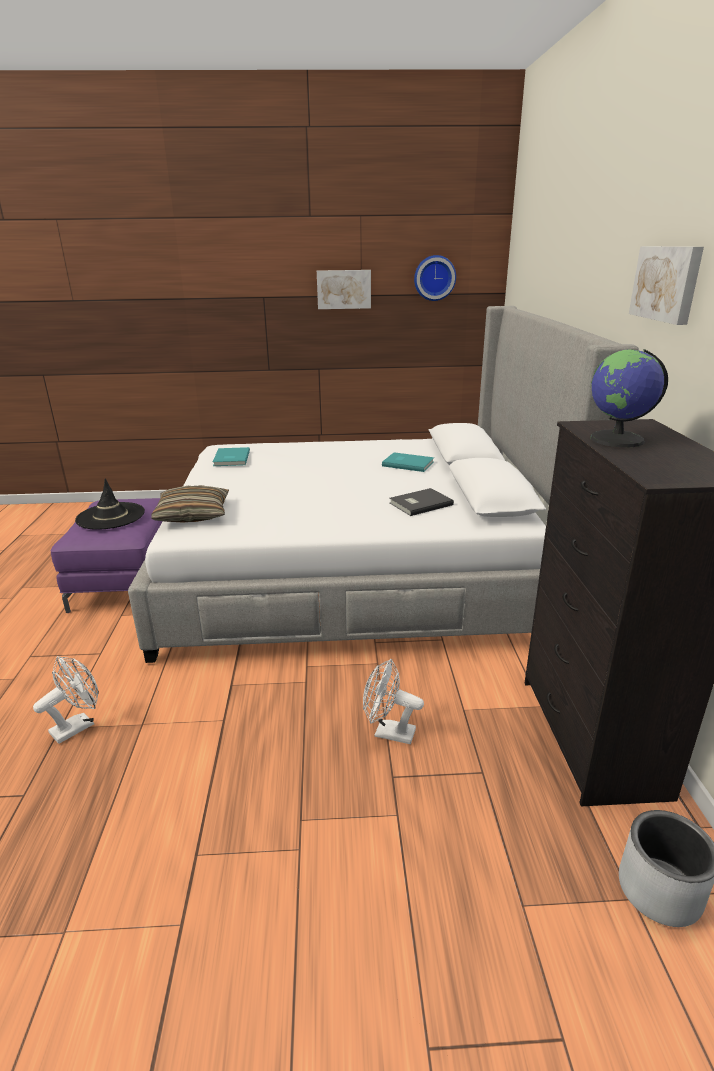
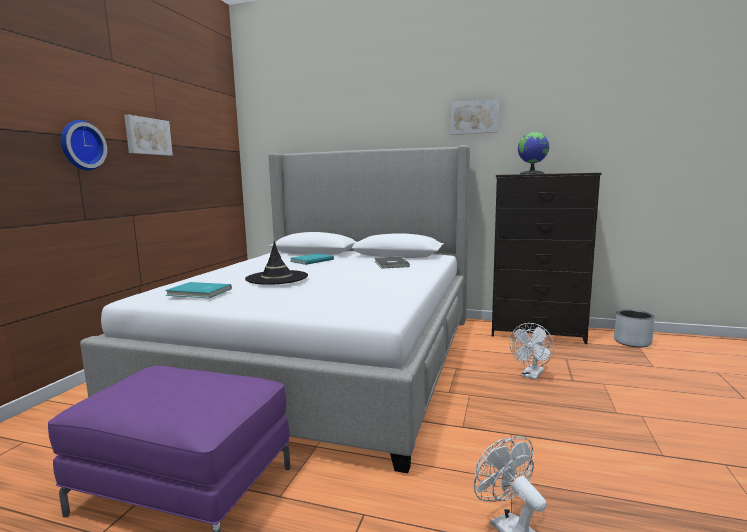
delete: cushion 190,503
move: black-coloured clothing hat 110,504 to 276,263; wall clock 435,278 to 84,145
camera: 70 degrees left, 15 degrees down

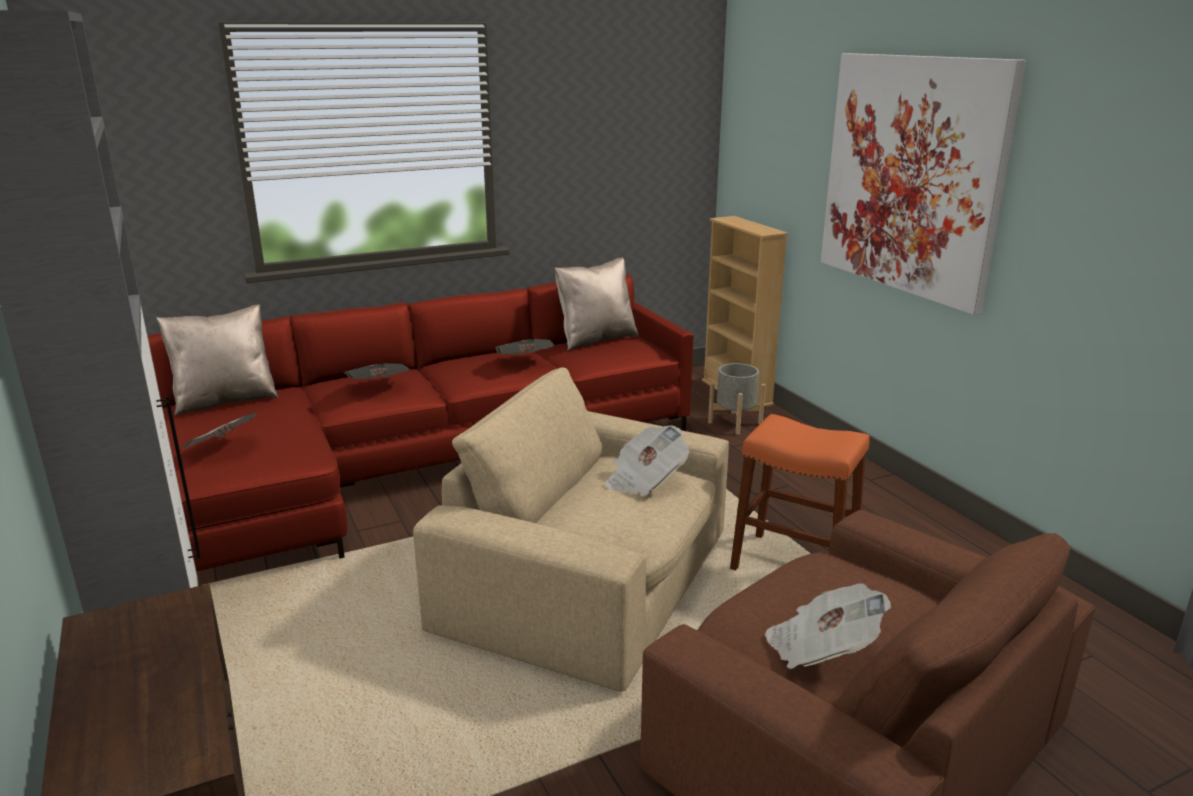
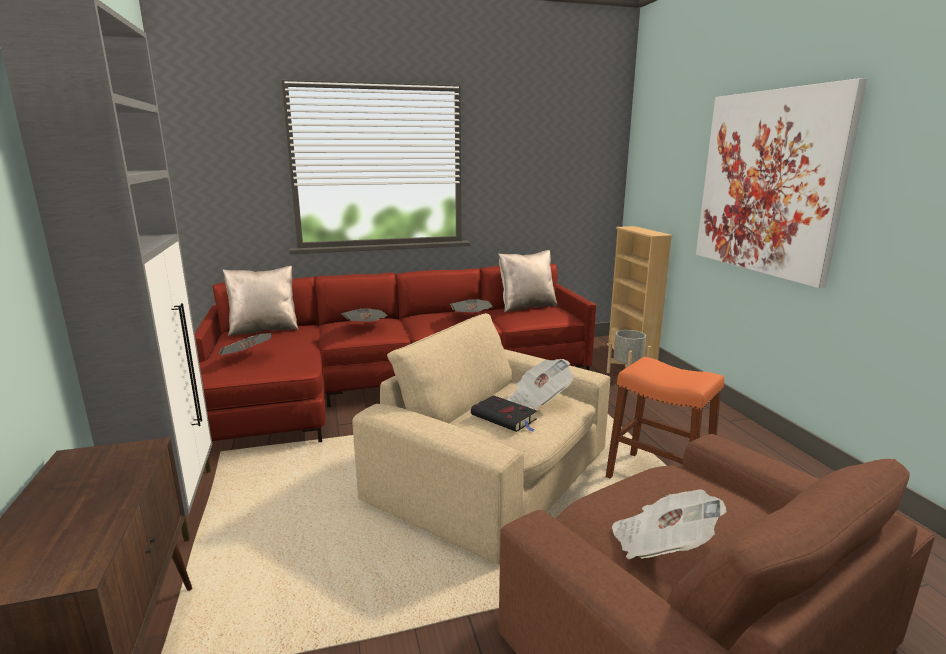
insert: black-coloured volume 504,413
camera: 10 degrees right, 5 degrees down

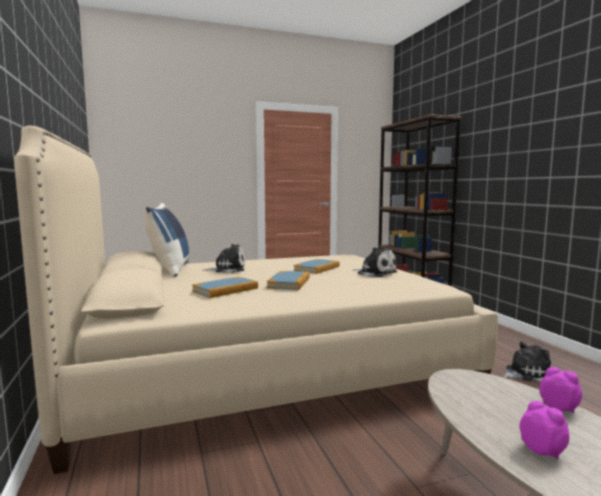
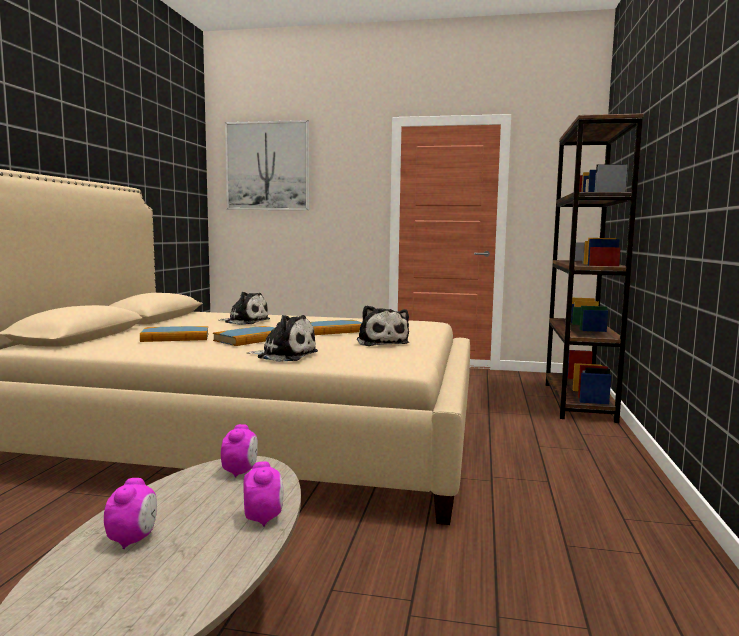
delete: bluish cushion 167,240
insert: bedside clock 239,451; picture 267,165
move: soft toy 526,361 to 282,338
camera: 30 degrees right, 0 degrees up

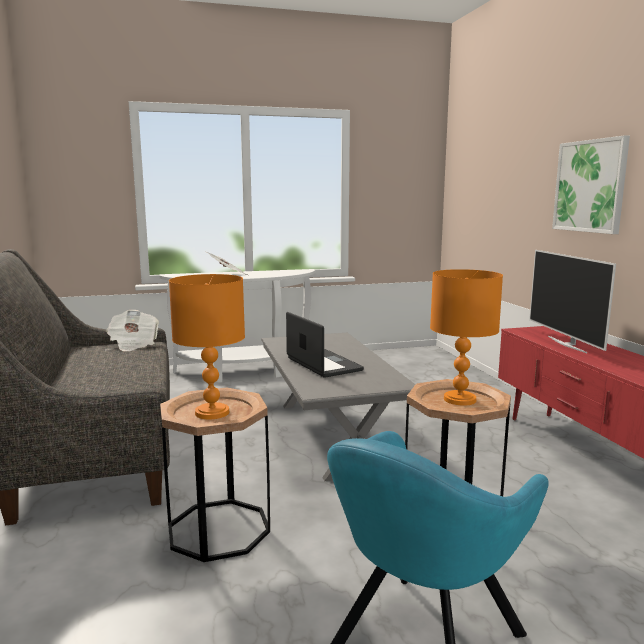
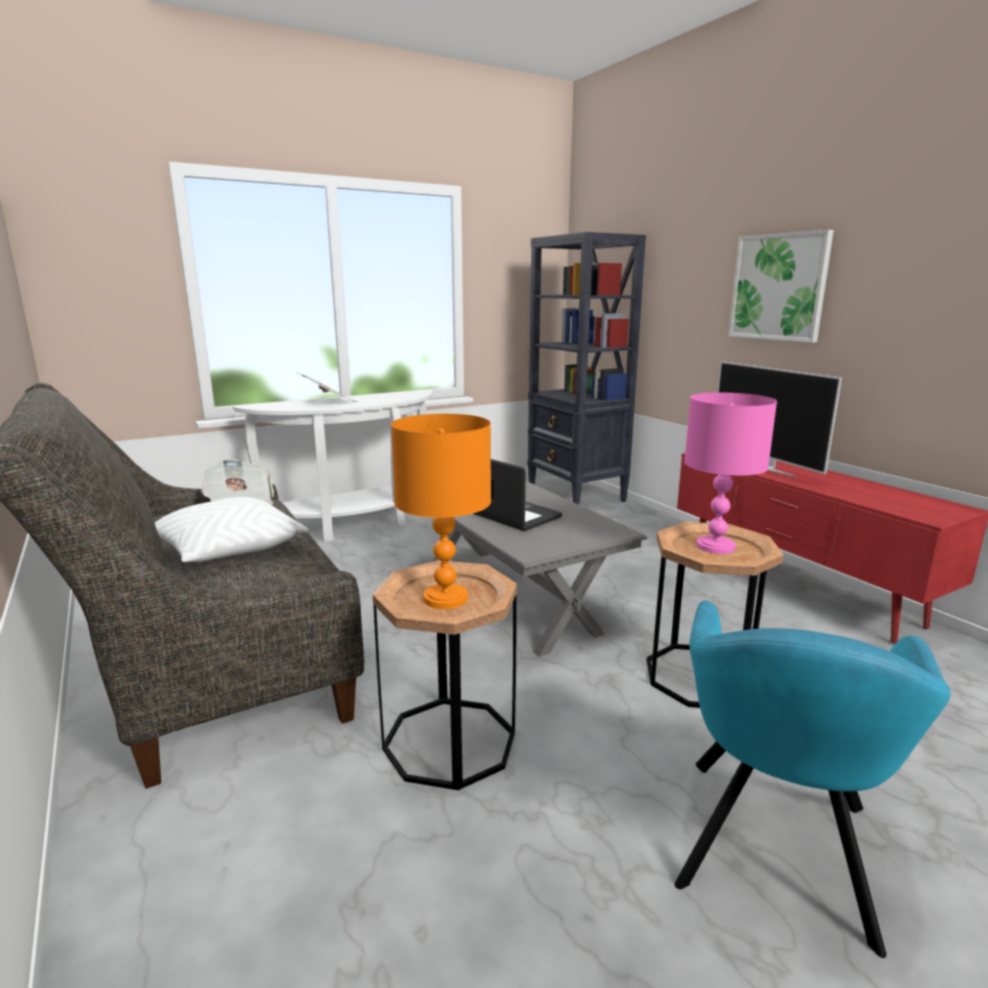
insert: white-coloured cushion 232,530; black-coloured bookcase 586,368
recolor: orangey table lamp 466,337 to pink table lamp 730,473
camera: 15 degrees left, 5 degrees up

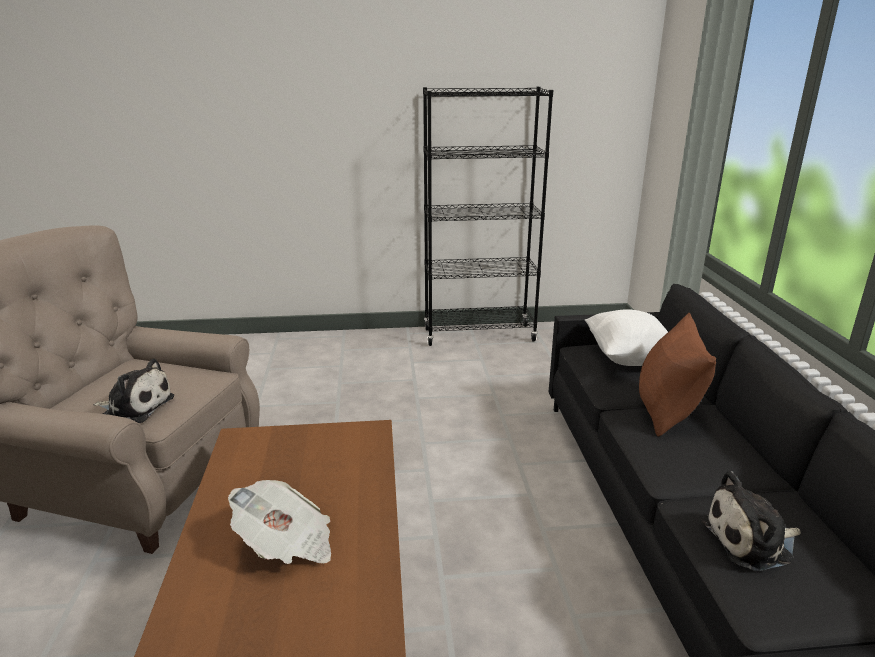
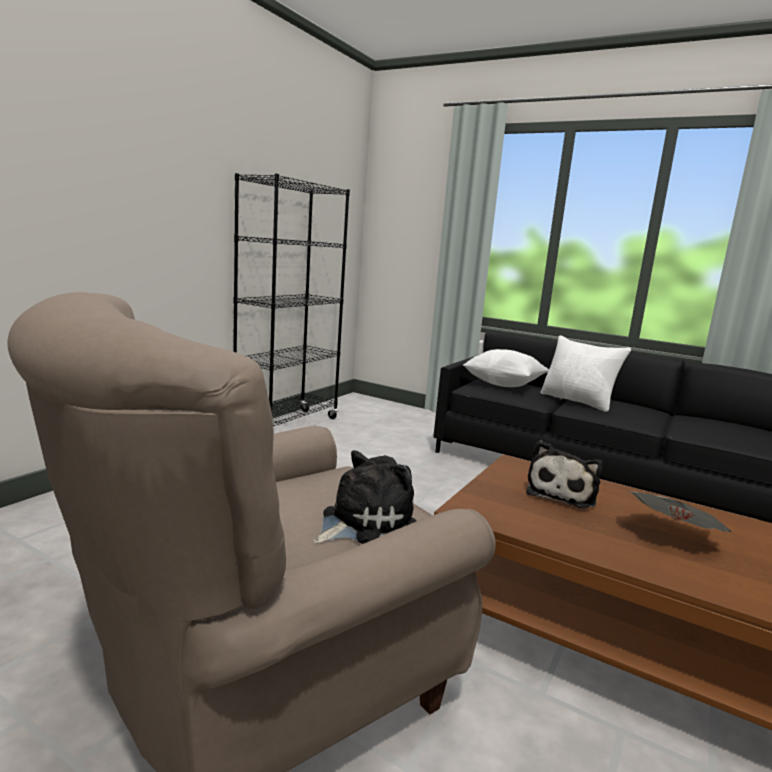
move: soft toy 751,521 to 564,474
recolor: brown cushion 677,375 to white-coloured cushion 585,373
camera: 55 degrees left, 10 degrees down

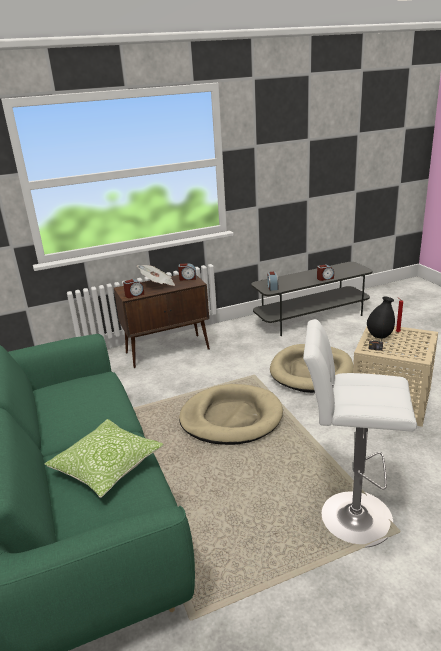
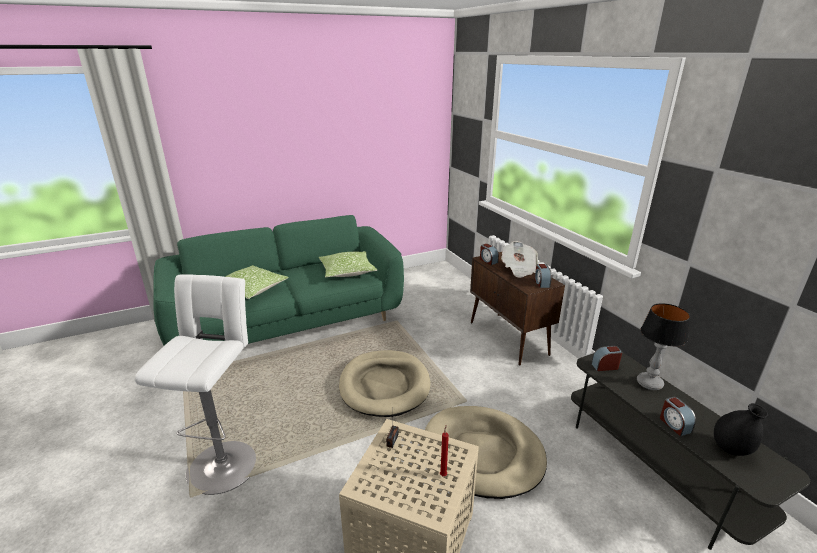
insert: cushion 348,264; table lamp 663,346
move: black-coloured flower vase 381,317 to 741,429
camera: 85 degrees right, 0 degrees up

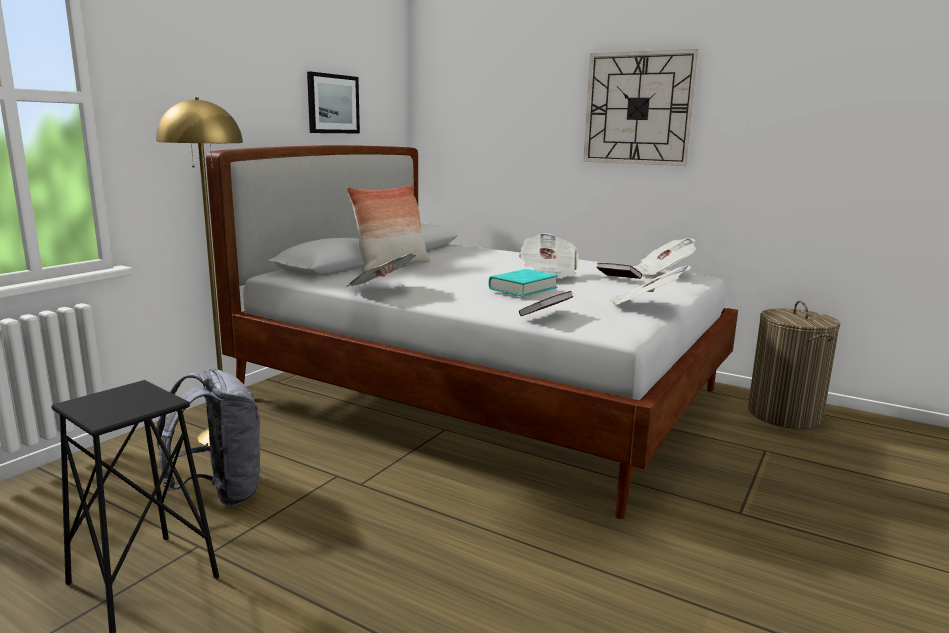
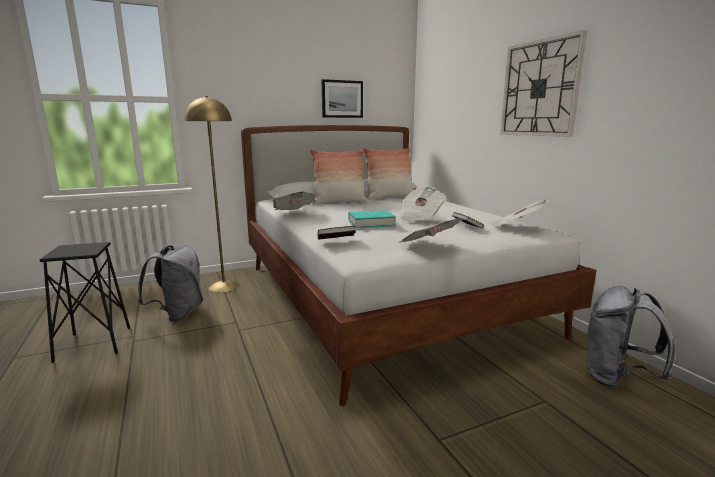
insert: cushion 388,174
replace: washing basket 794,364 to greyish backpack 631,337
camera: 35 degrees right, 0 degrees up

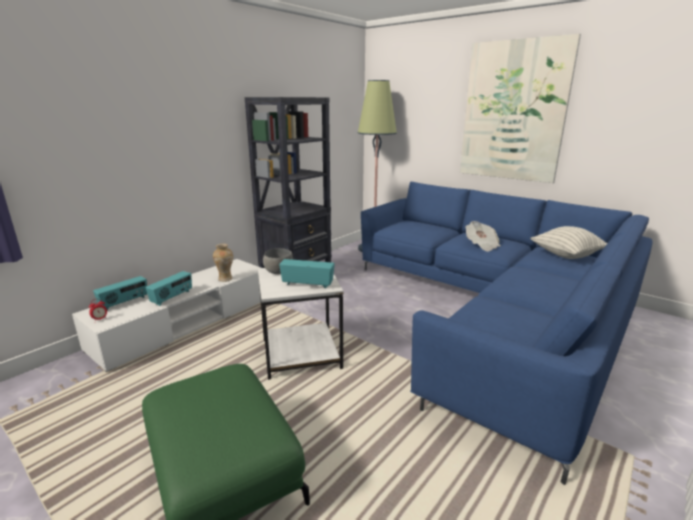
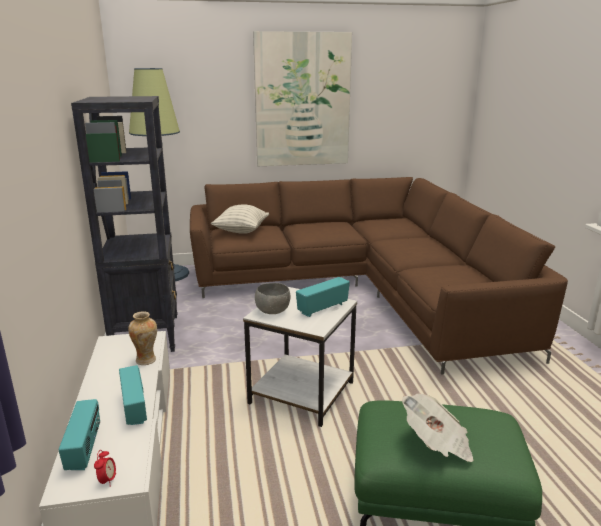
move: daily paper 483,236 to 438,427; cushion 569,242 to 240,219
recolor: bluish sofa 506,333 to brown sofa 379,275
camera: 50 degrees left, 0 degrees up

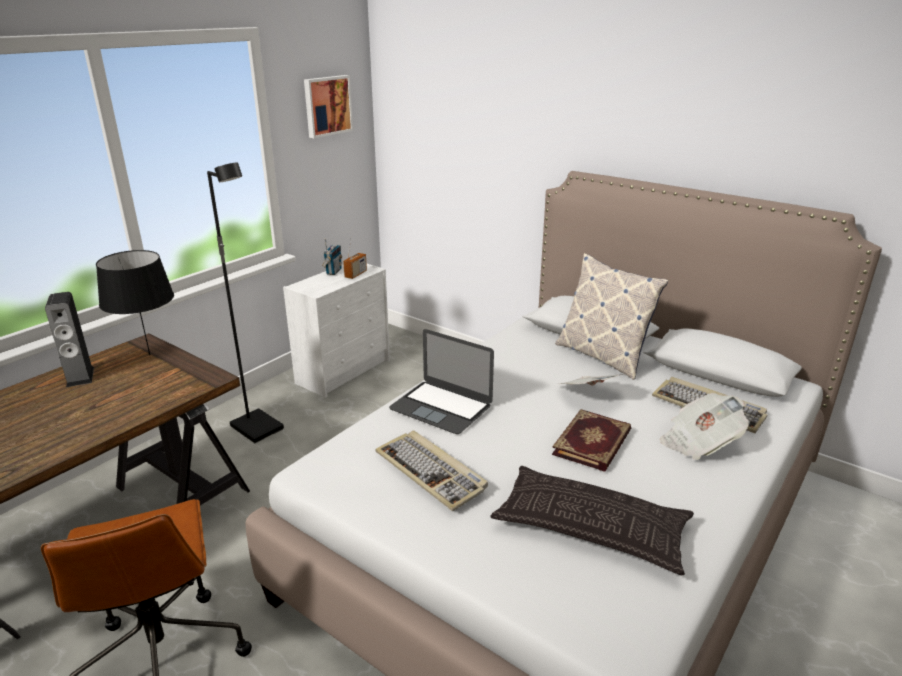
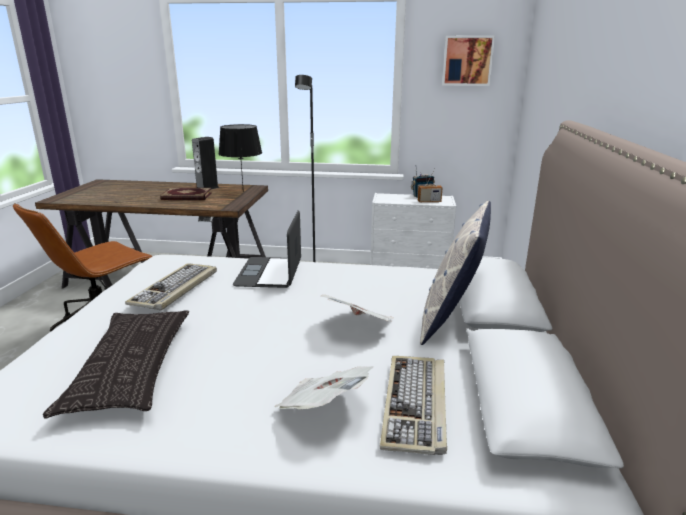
move: volume 591,440 to 186,194
camera: 60 degrees right, 5 degrees down

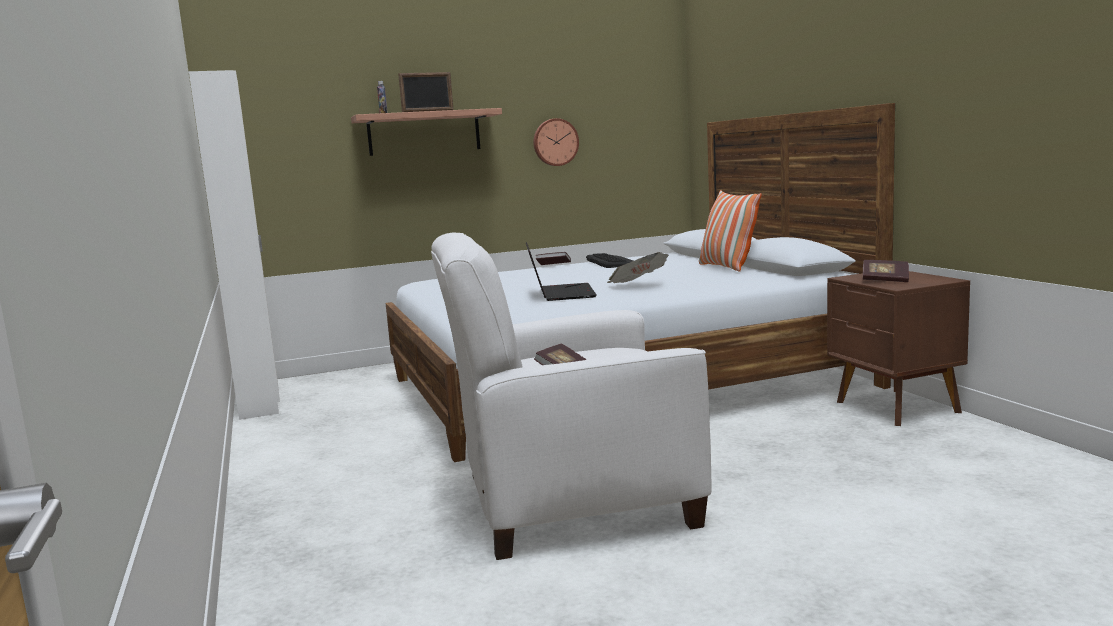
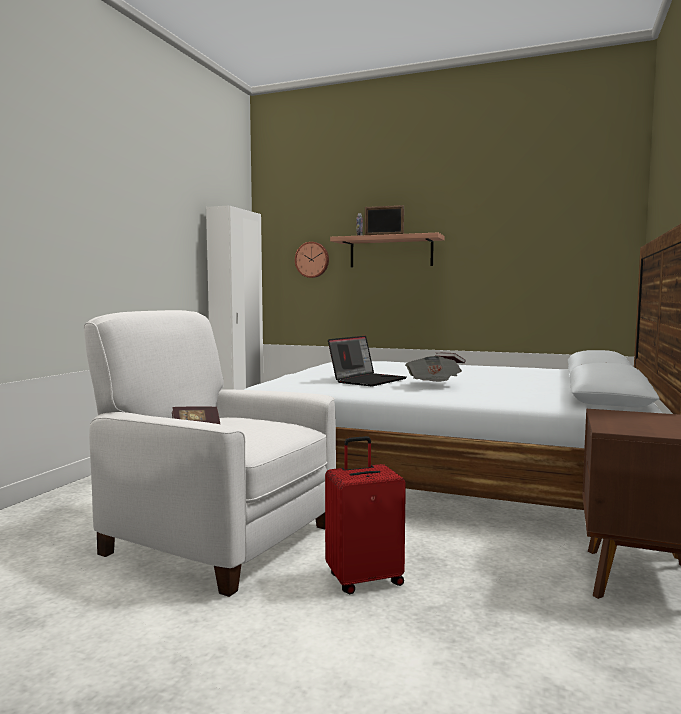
delete: computer keyboard 609,260; cushion 730,231; volume 886,271
insert: reddish travel case 365,515
move: wall clock 556,142 to 312,260
camera: 40 degrees right, 5 degrees down

